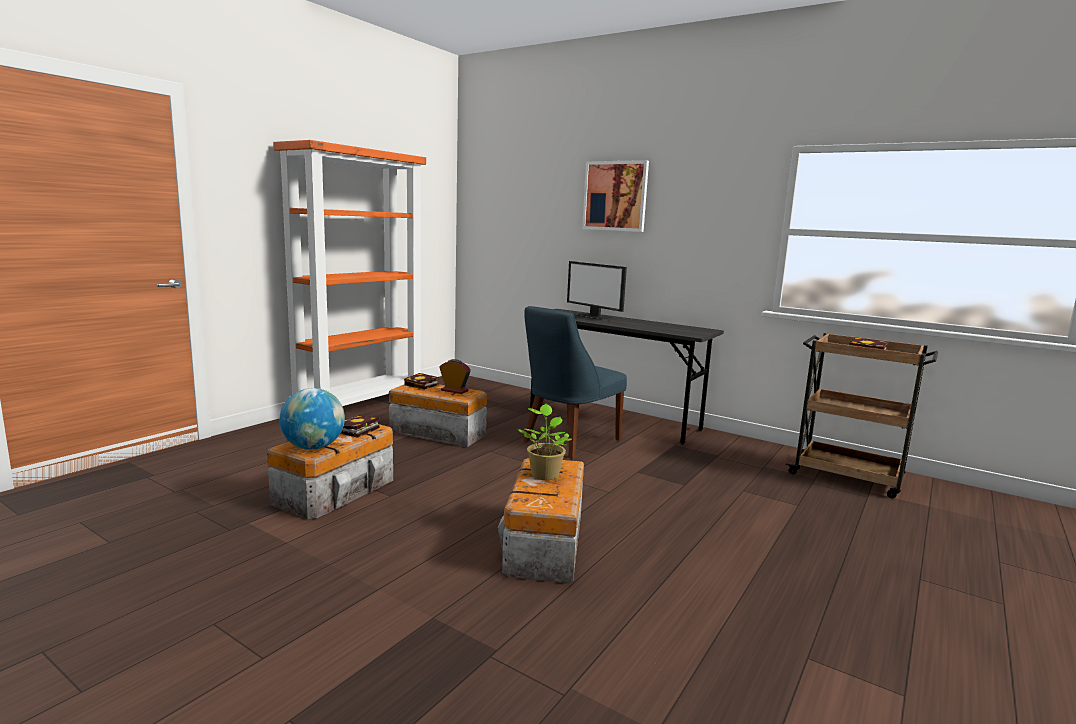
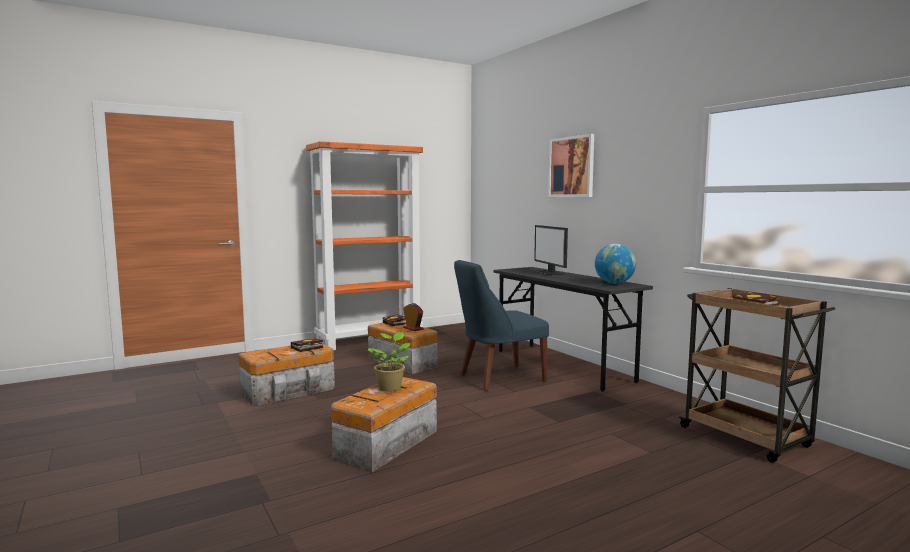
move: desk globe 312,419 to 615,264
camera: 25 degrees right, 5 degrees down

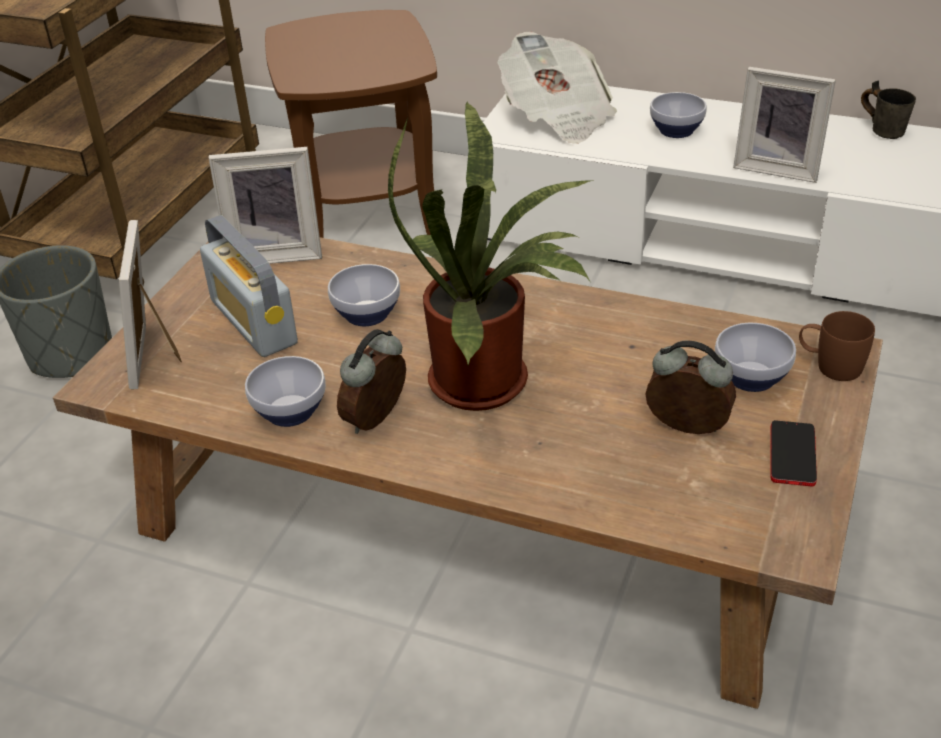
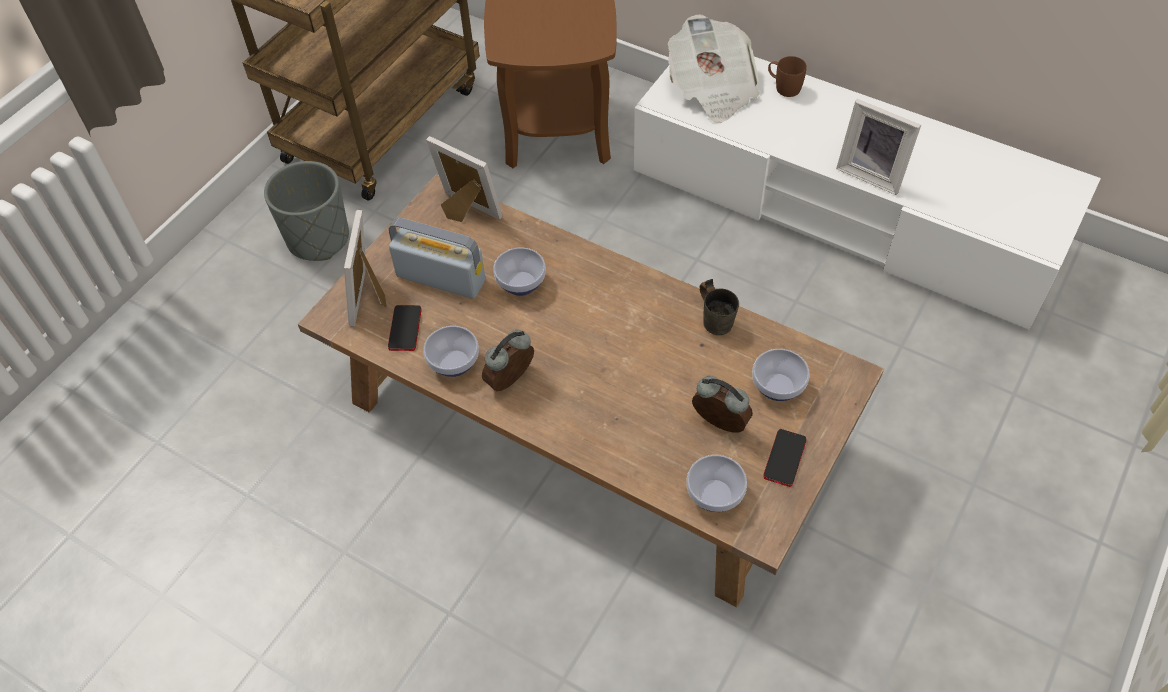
delete: potted plant 489,256
insert: telephone 404,328
move: serving bowl 678,115 to 716,483; brown tea mug 837,346 to 787,76; greyish tea mug 888,110 to 719,307
rotate: radio set 249,286 = 437,258 135 degrees clockwise; photo frame 265,205 = 464,179 150 degrees counterclockwise
camera: 10 degrees right, 15 degrees up

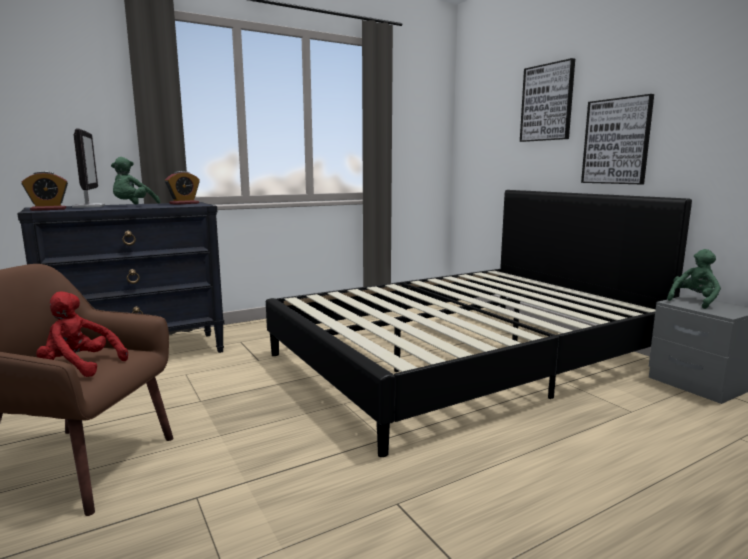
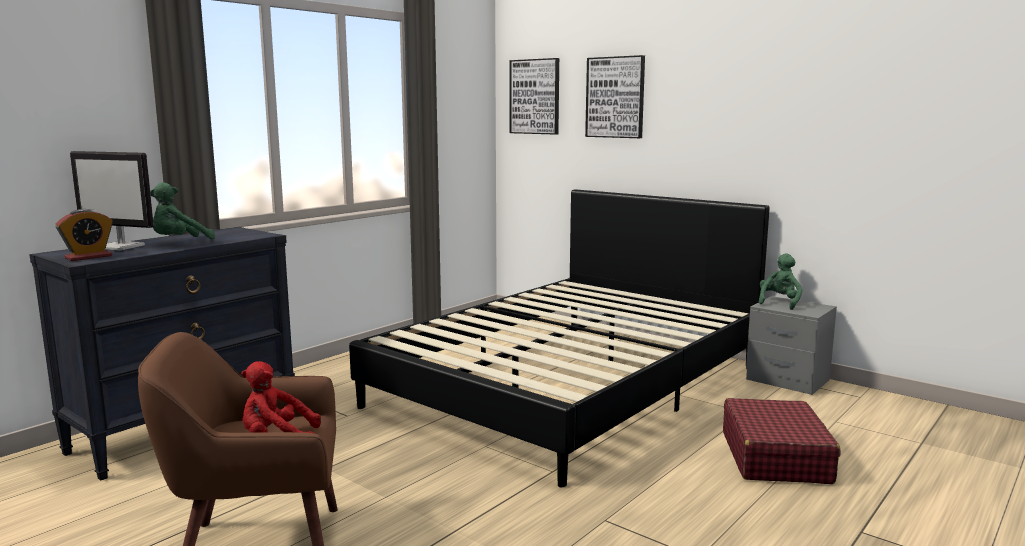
delete: bedside clock 182,188
insert: reddish travel case 781,441
move: picture 617,139 to 534,96
rotate: computer display 88,168 = 112,200 150 degrees clockwise; green soft toy 135,181 = 182,210 45 degrees clockwise
camera: 20 degrees left, 0 degrees up

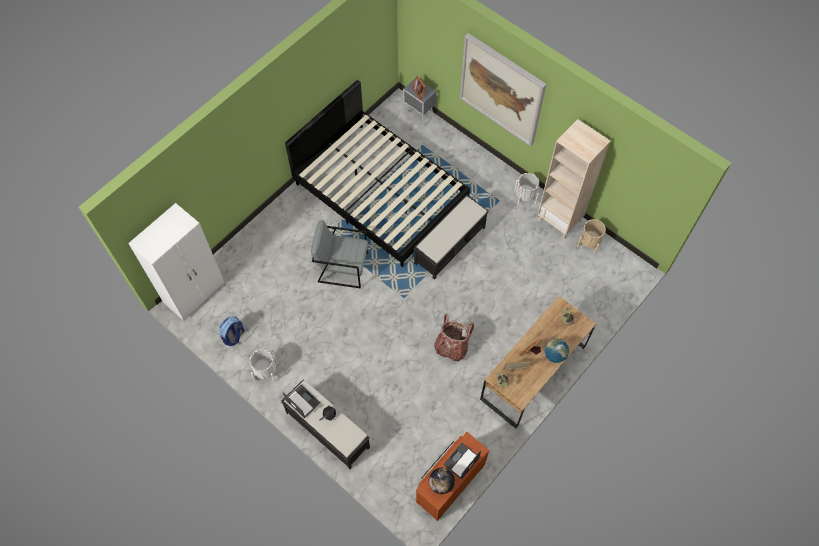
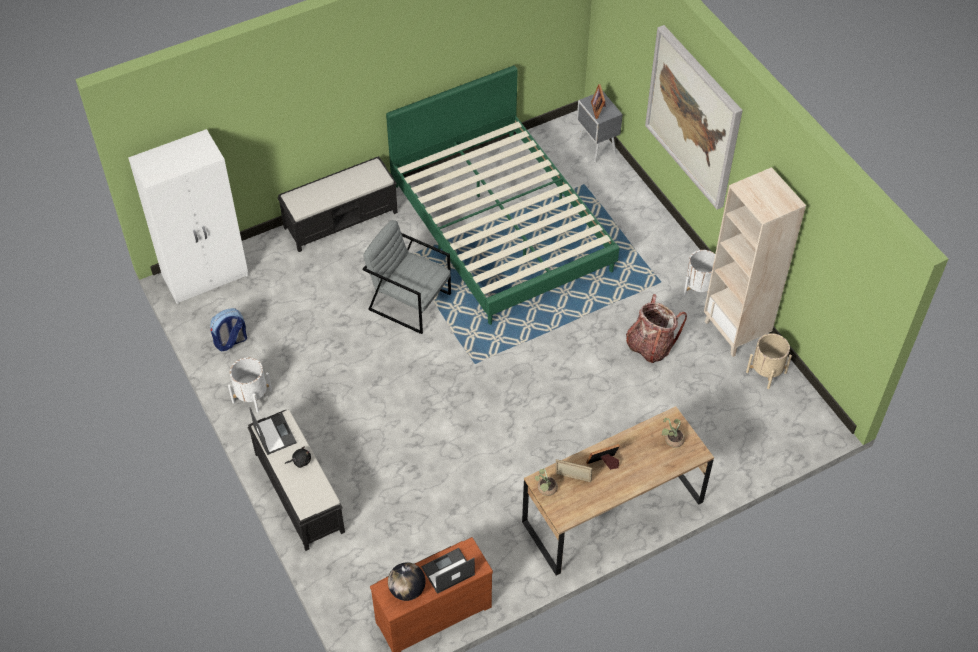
delete: desk globe 557,351
move: black-coloured long seat 451,237 to 337,204; backpack 454,337 to 656,328
recolor: black-coloured bed 377,173 to green bed 502,195
camera: 20 degrees right, 10 degrees down

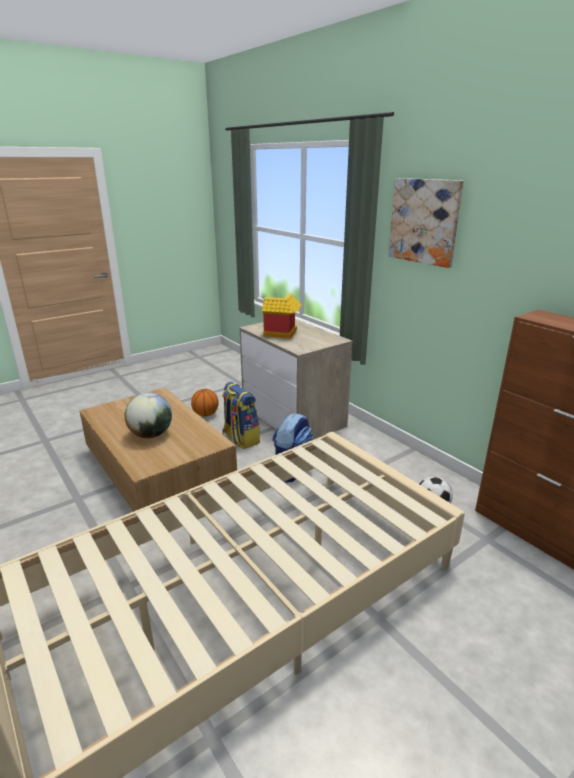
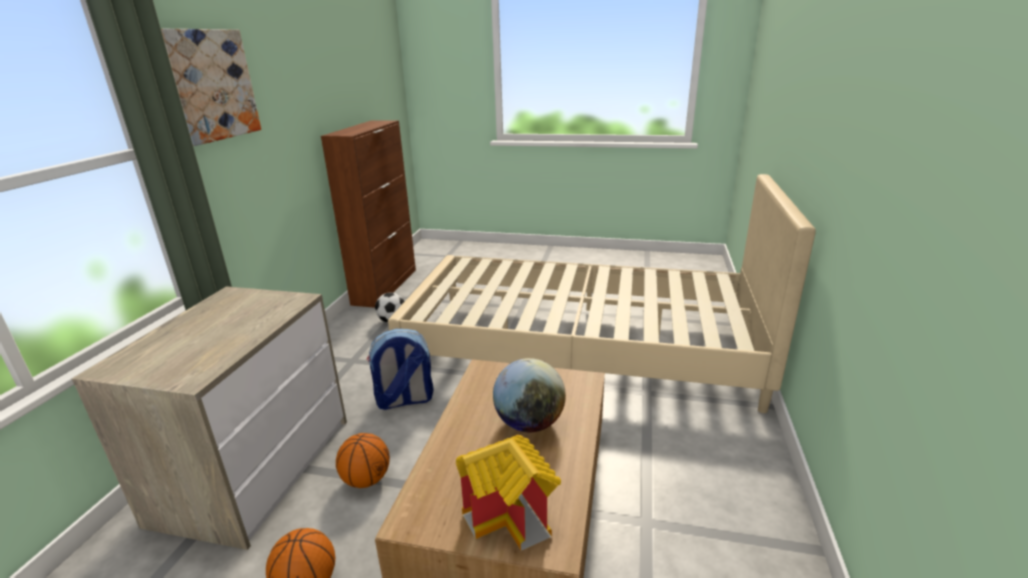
move: toy house 282,316 to 508,493
replace: backpack 241,415 to basketball ball 363,460
camera: 130 degrees left, 0 degrees up

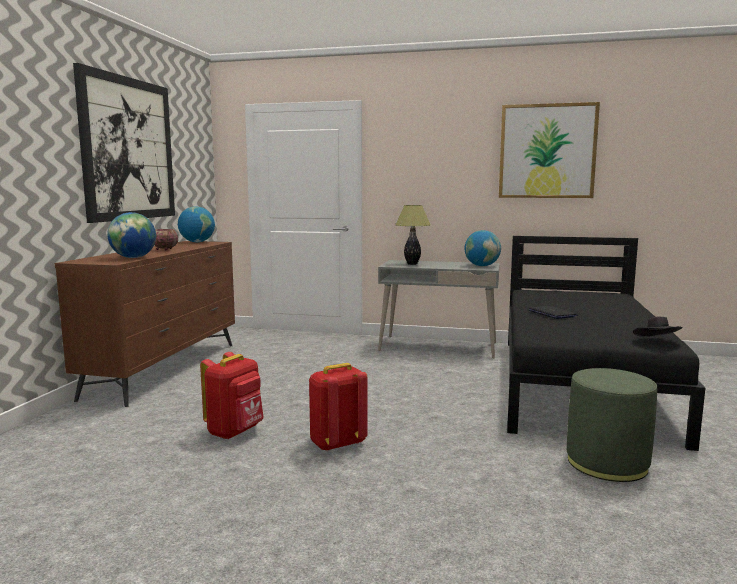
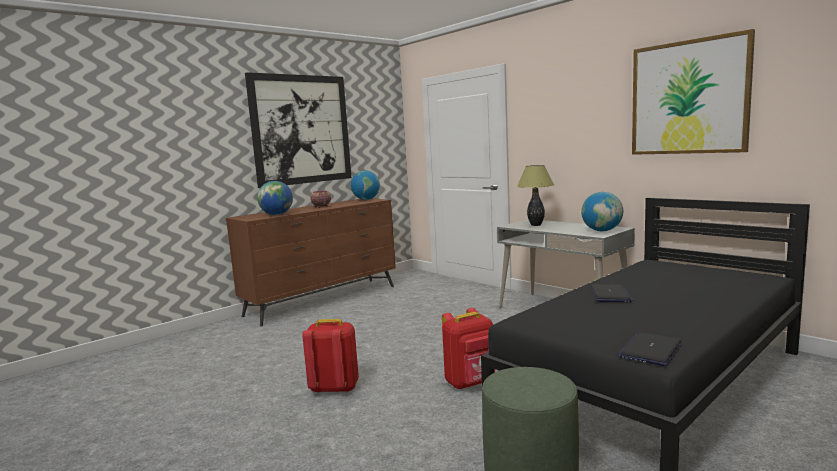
move: reddish backpack 232,395 to 468,348
replace: black-coloured clothing hat 657,326 to notebook computer 650,349
camera: 35 degrees right, 0 degrees up

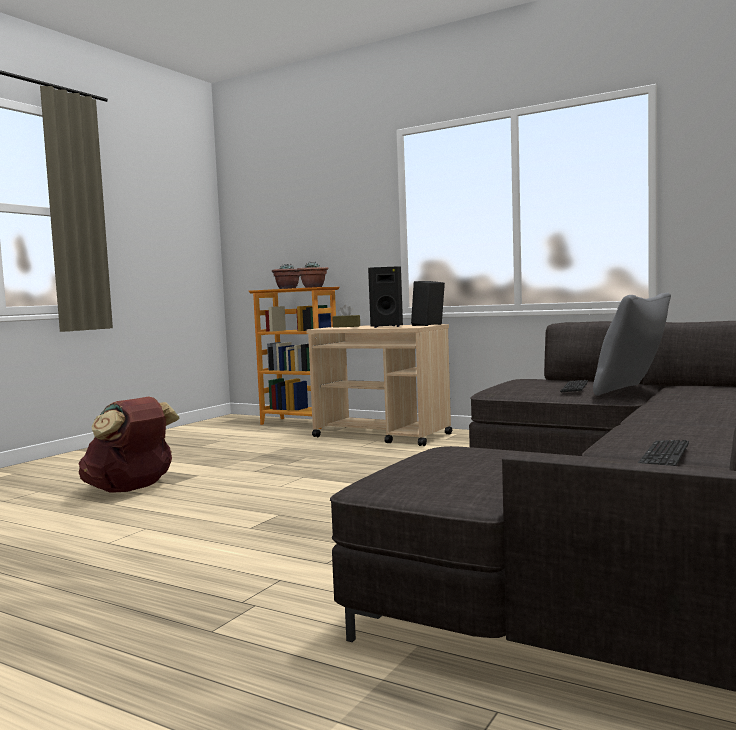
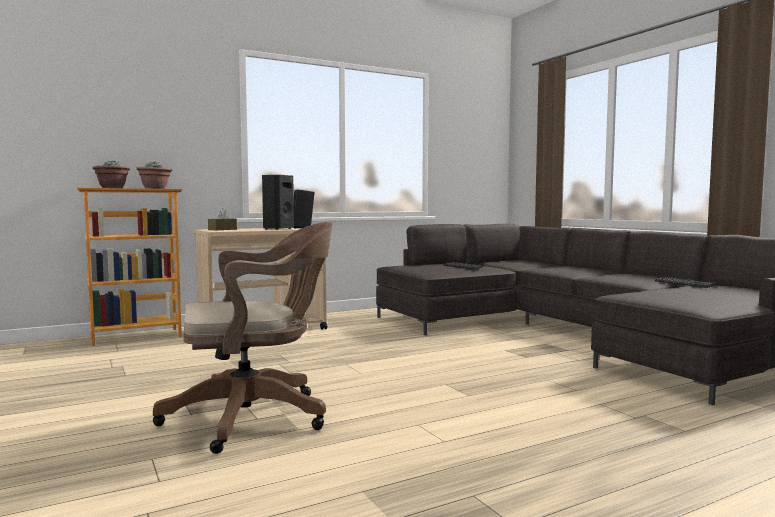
delete: greyish cushion 632,344
replace: brown backpack 129,445 to brown desk chair 242,338
camera: 60 degrees left, 0 degrees up

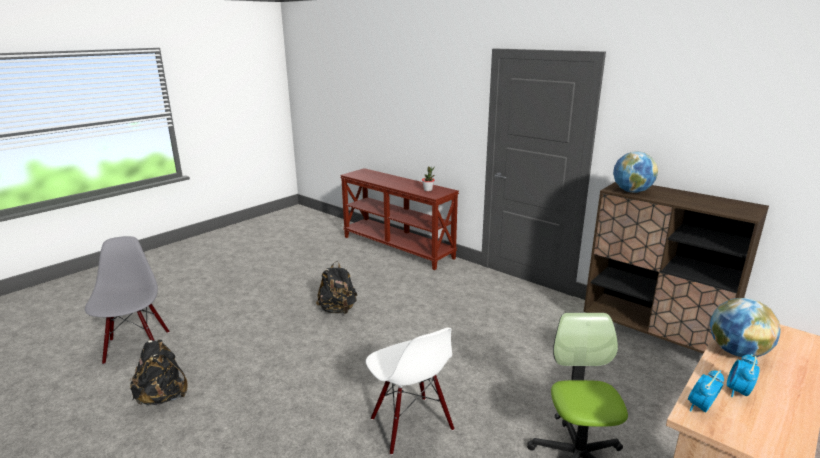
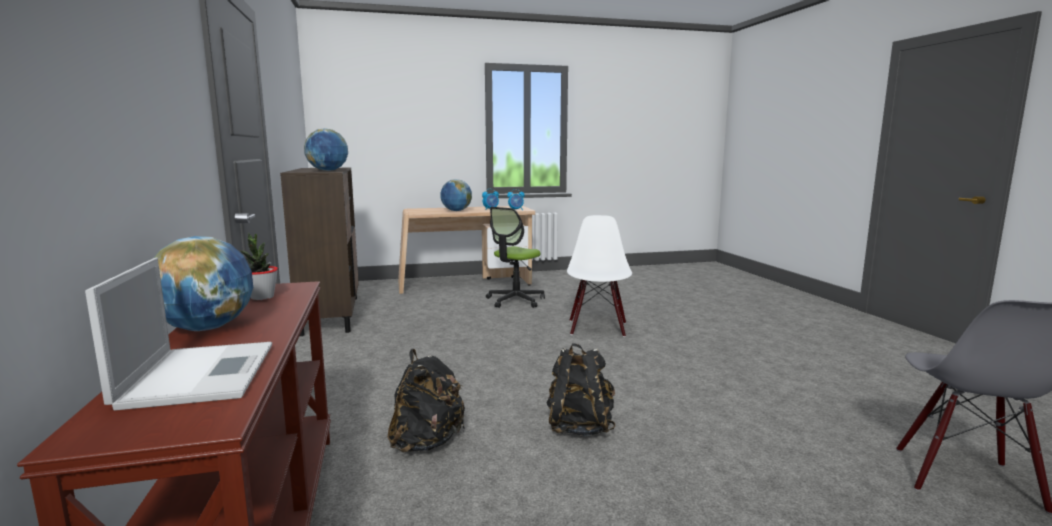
insert: notebook computer 178,334; desk globe 203,283
move: black-coloured backpack 159,372 to 426,400
camera: 145 degrees left, 10 degrees down

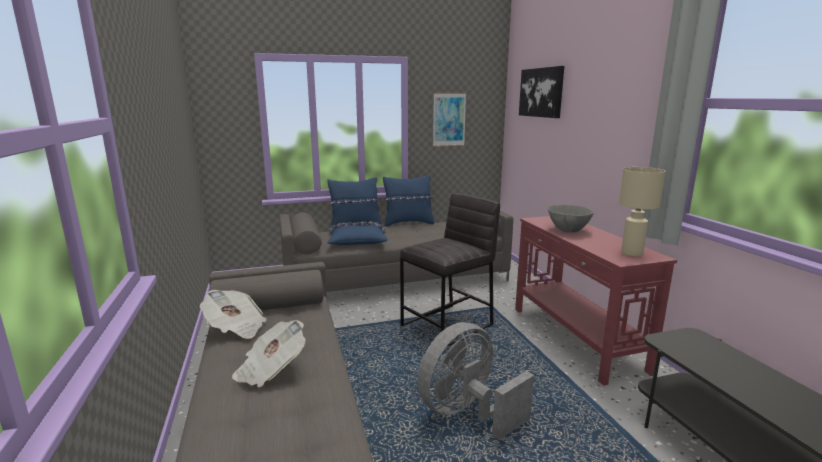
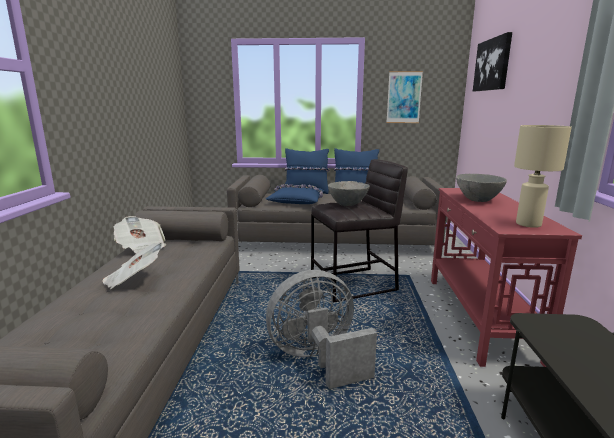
insert: greyish serving bowl 349,193
camera: 20 degrees right, 0 degrees up

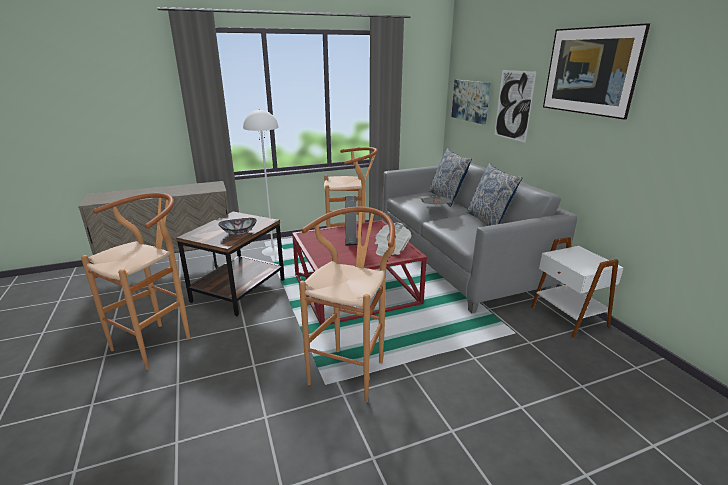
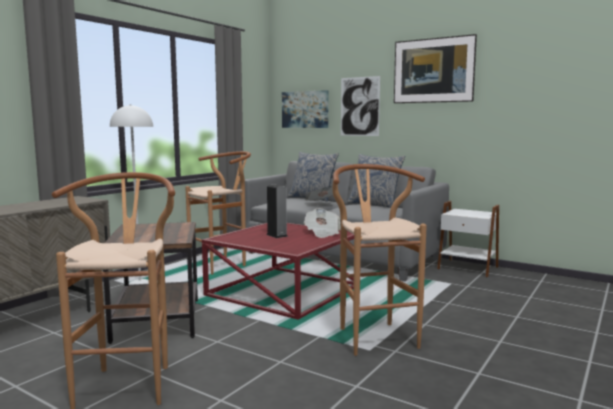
delete: serving bowl 237,226
camera: 35 degrees left, 15 degrees down

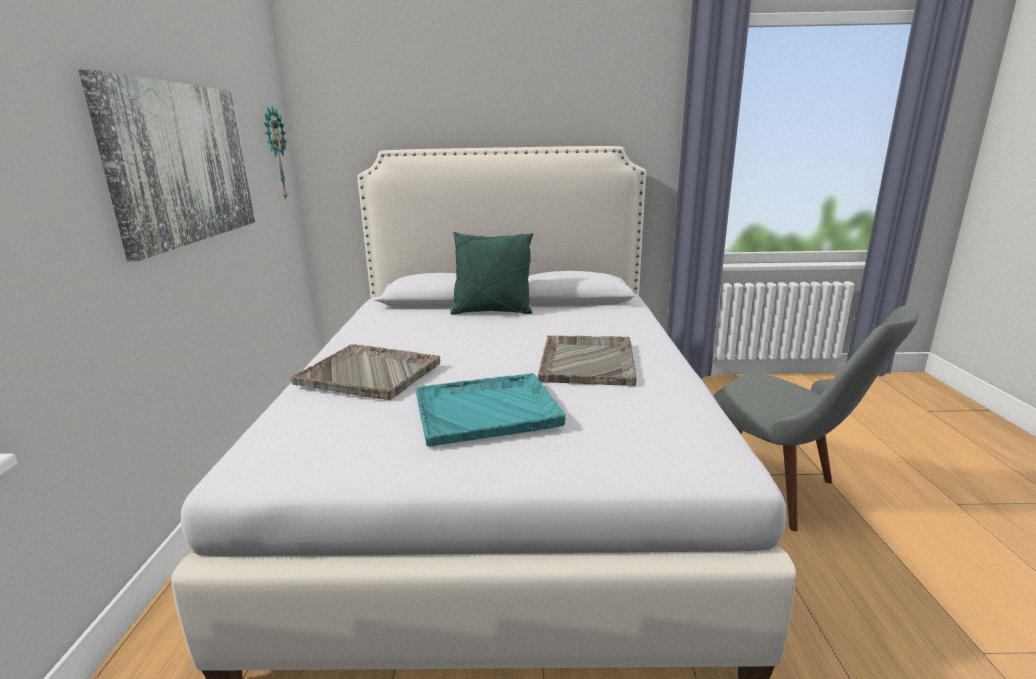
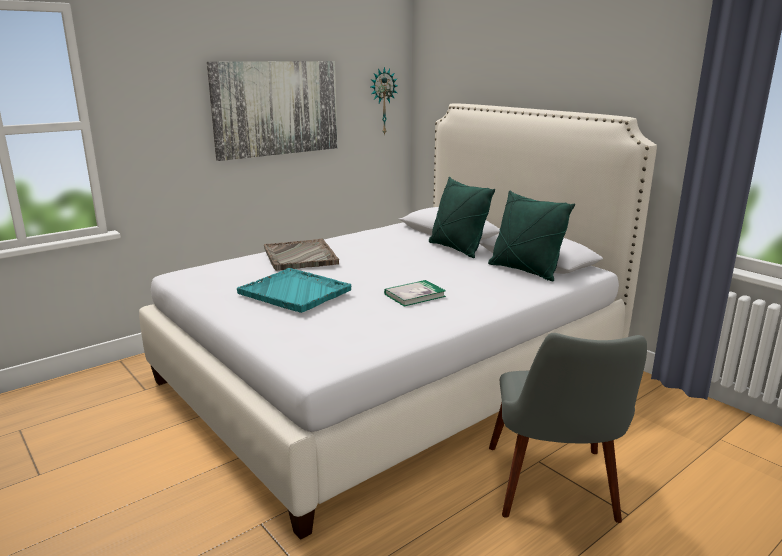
insert: green cushion 531,236
replace: greyish carrying tray 587,360 to volume 415,293
camera: 50 degrees right, 0 degrees up

